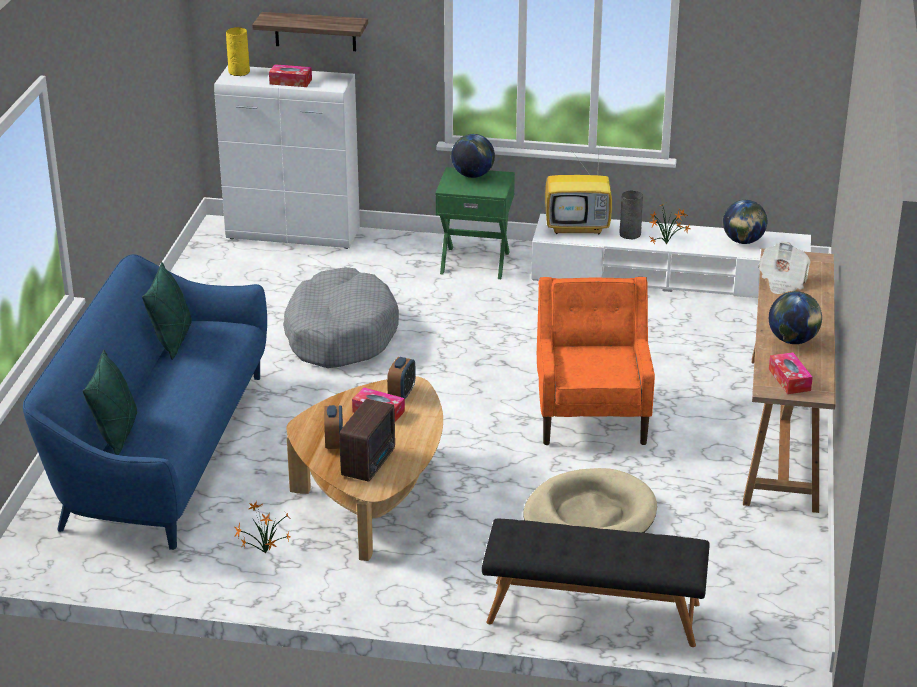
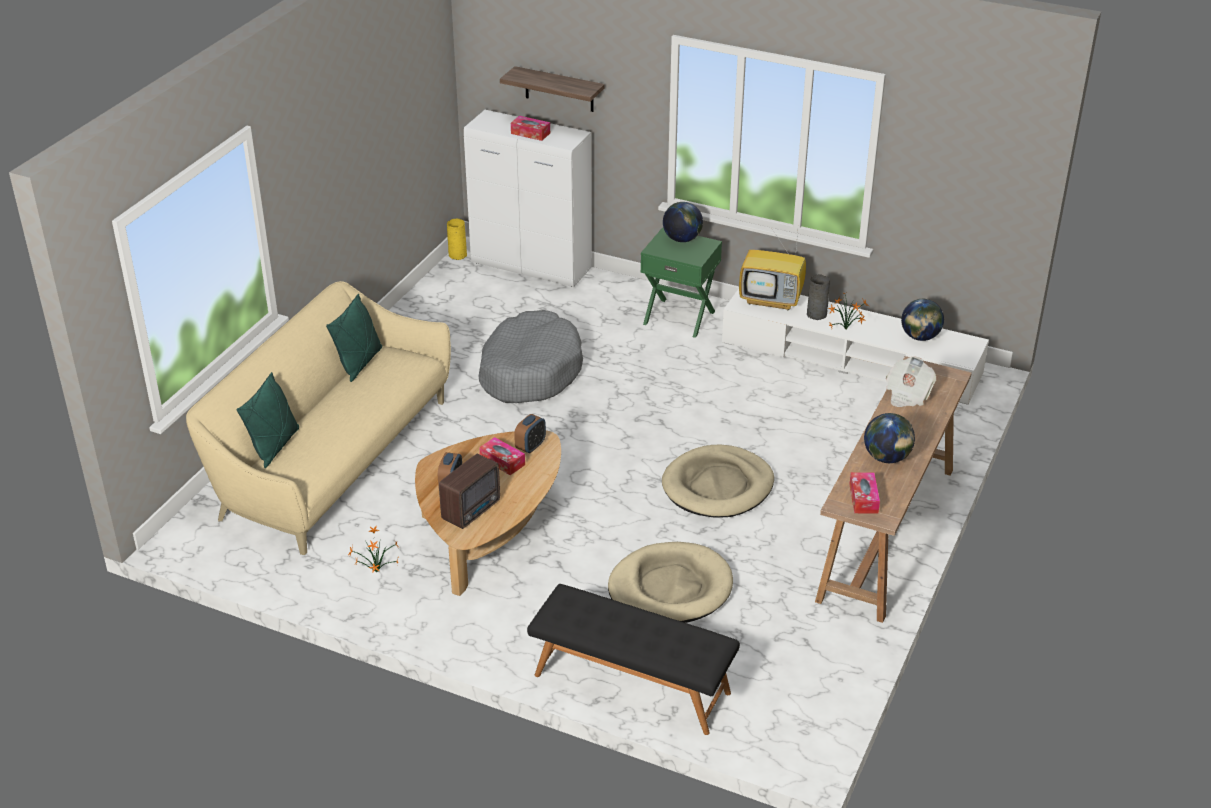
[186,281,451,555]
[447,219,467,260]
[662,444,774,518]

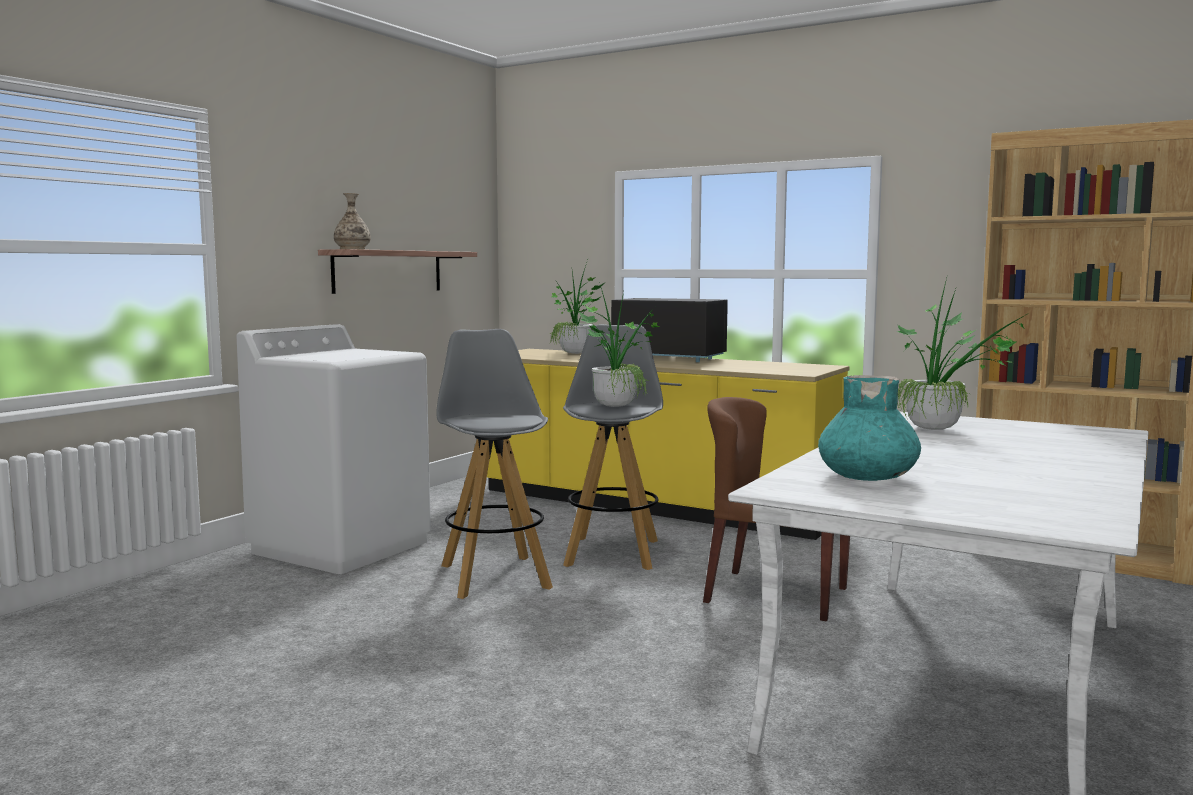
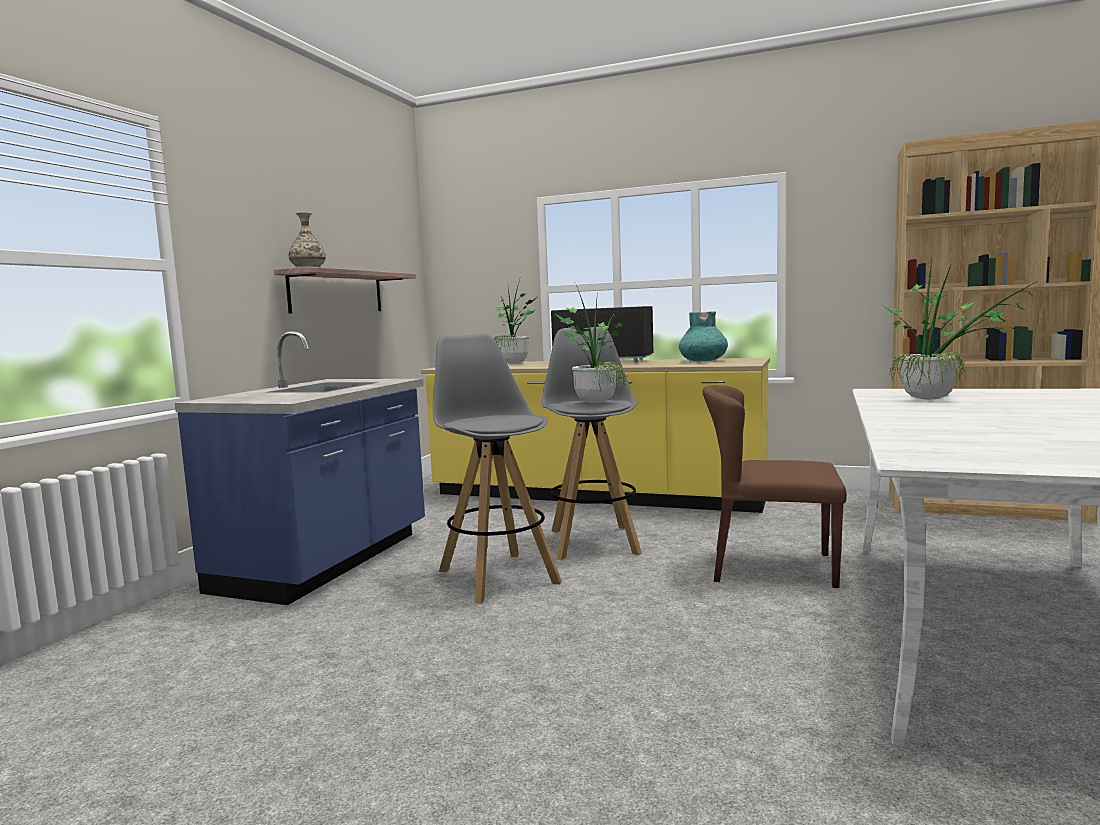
[175,331,425,605]
[679,311,728,362]

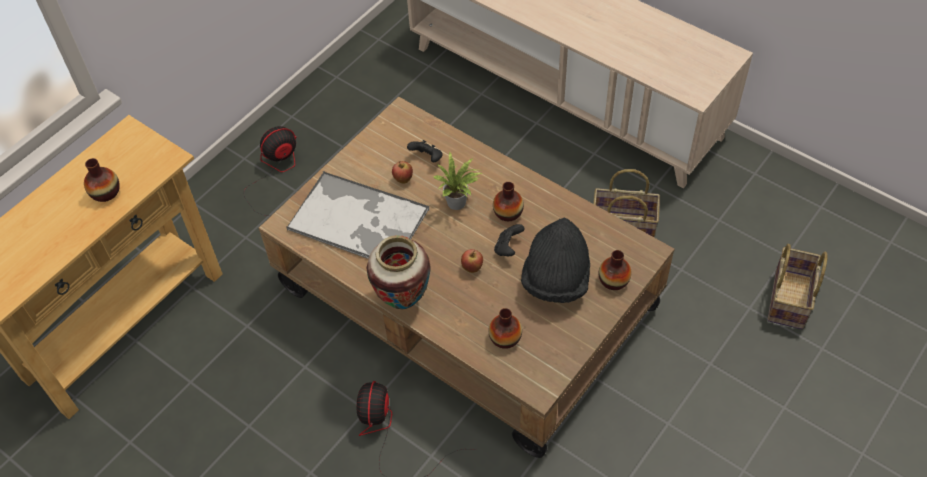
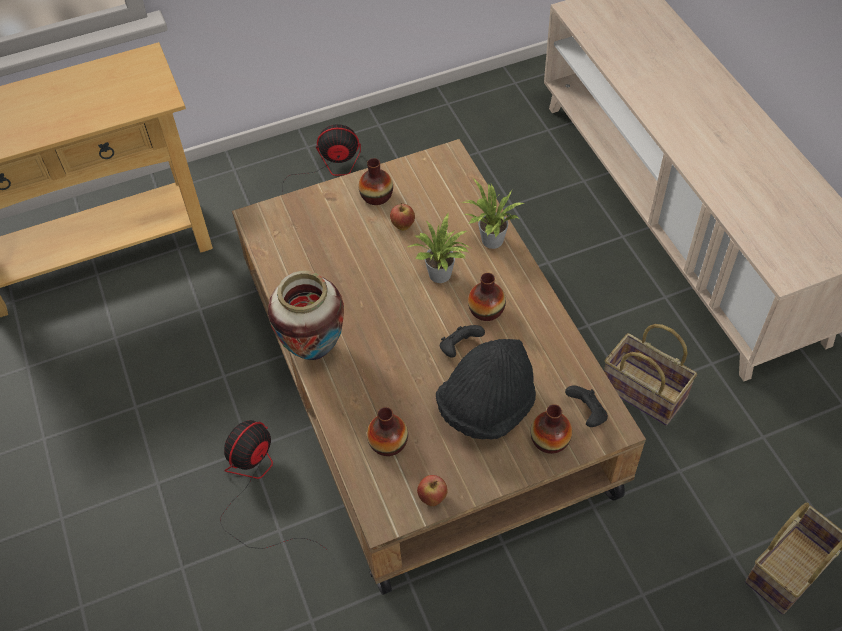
[359,158,393,205]
[417,475,448,506]
[461,179,524,249]
[565,386,608,427]
[286,171,429,259] (first image)

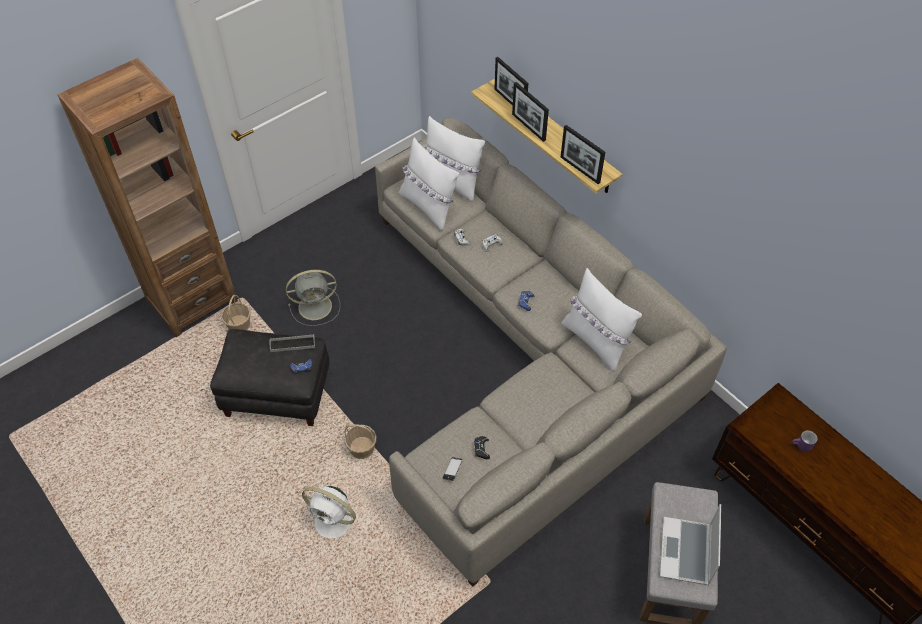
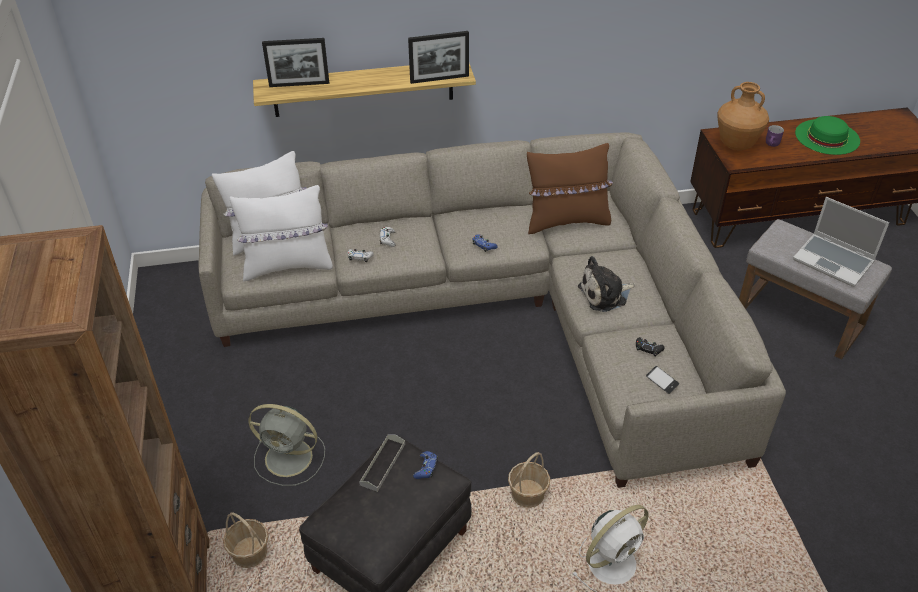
[248,404,325,486]
[527,143,613,234]
[578,256,635,312]
[717,82,769,150]
[795,116,860,155]
[512,82,549,142] (first image)

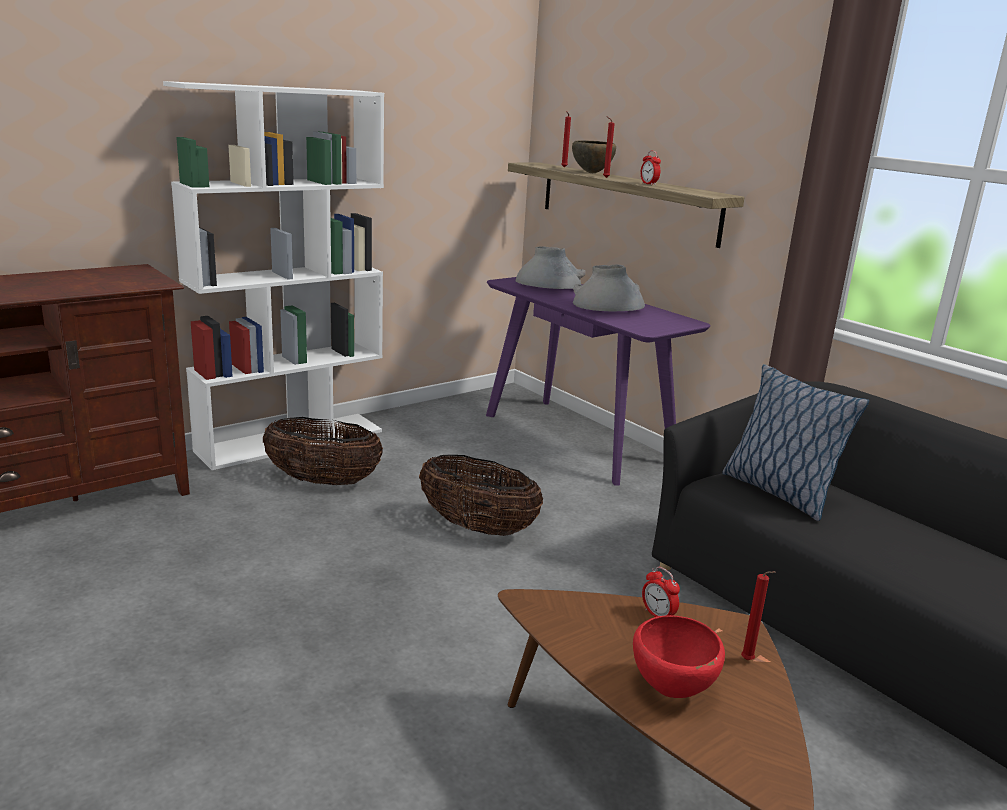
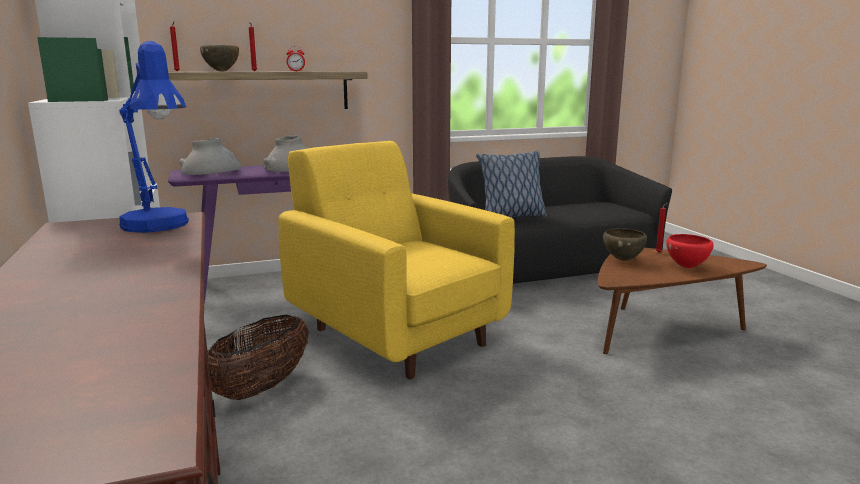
[119,41,189,233]
[279,141,515,379]
[603,228,647,261]

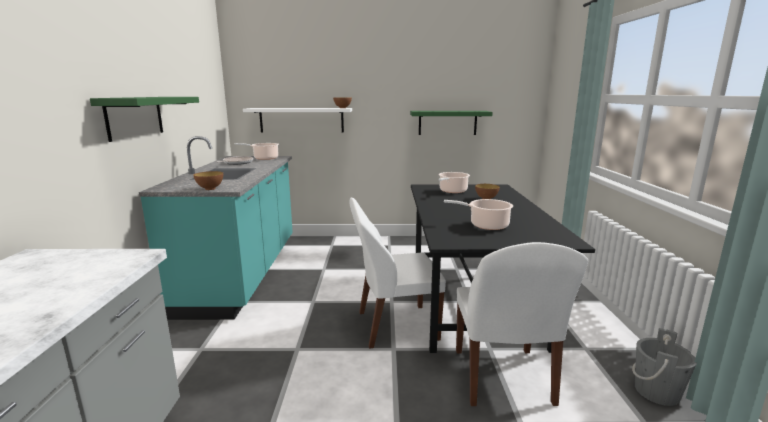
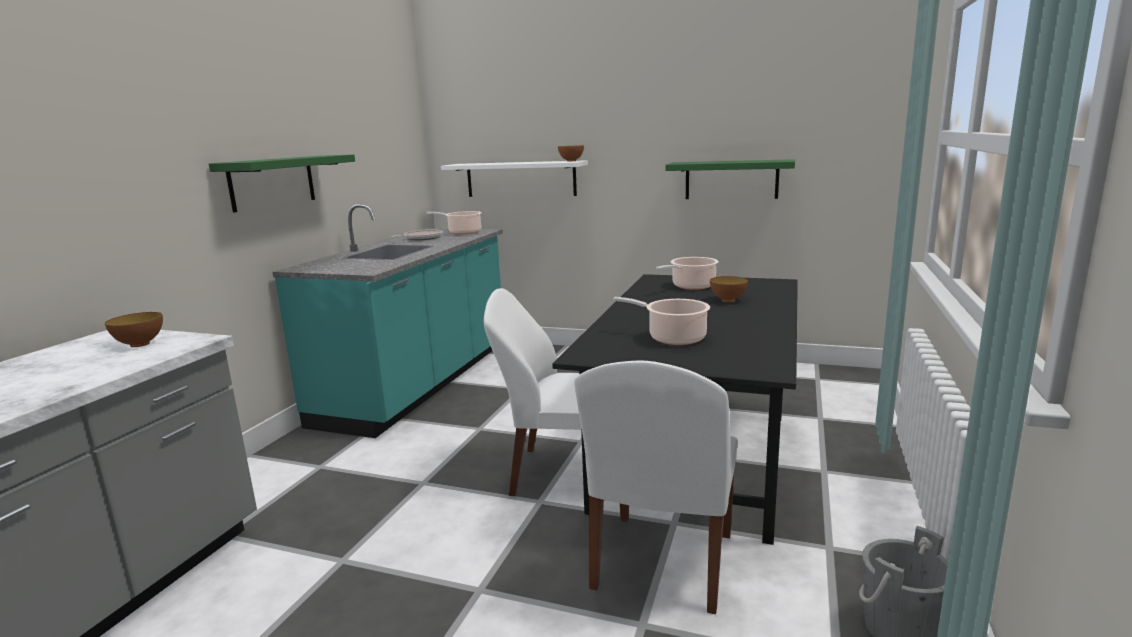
[105,312,163,347]

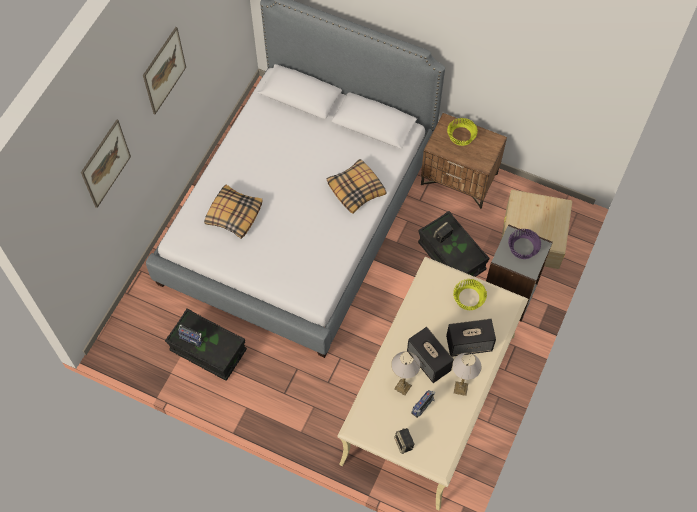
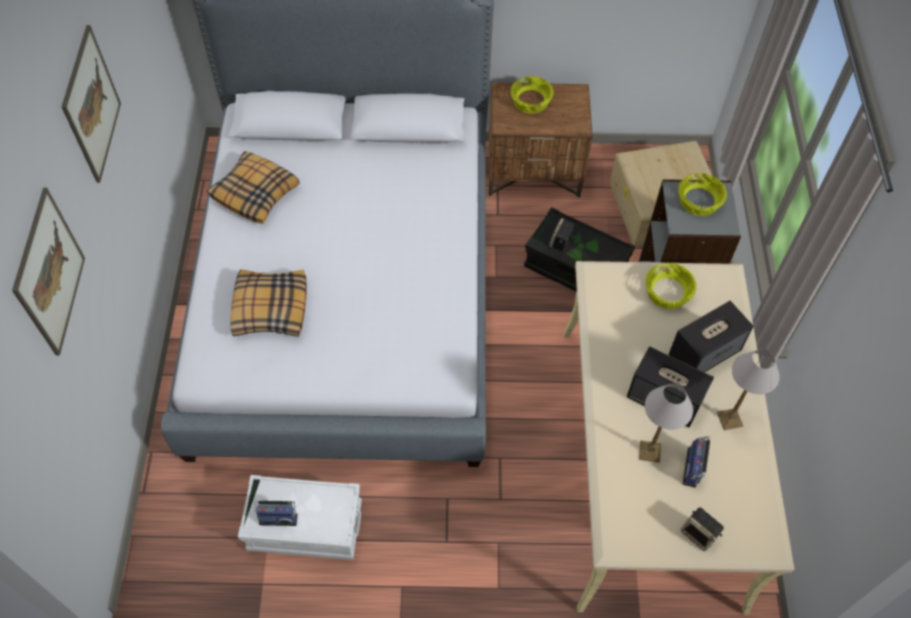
[207,151,300,224]
[238,475,362,560]
[678,173,727,216]

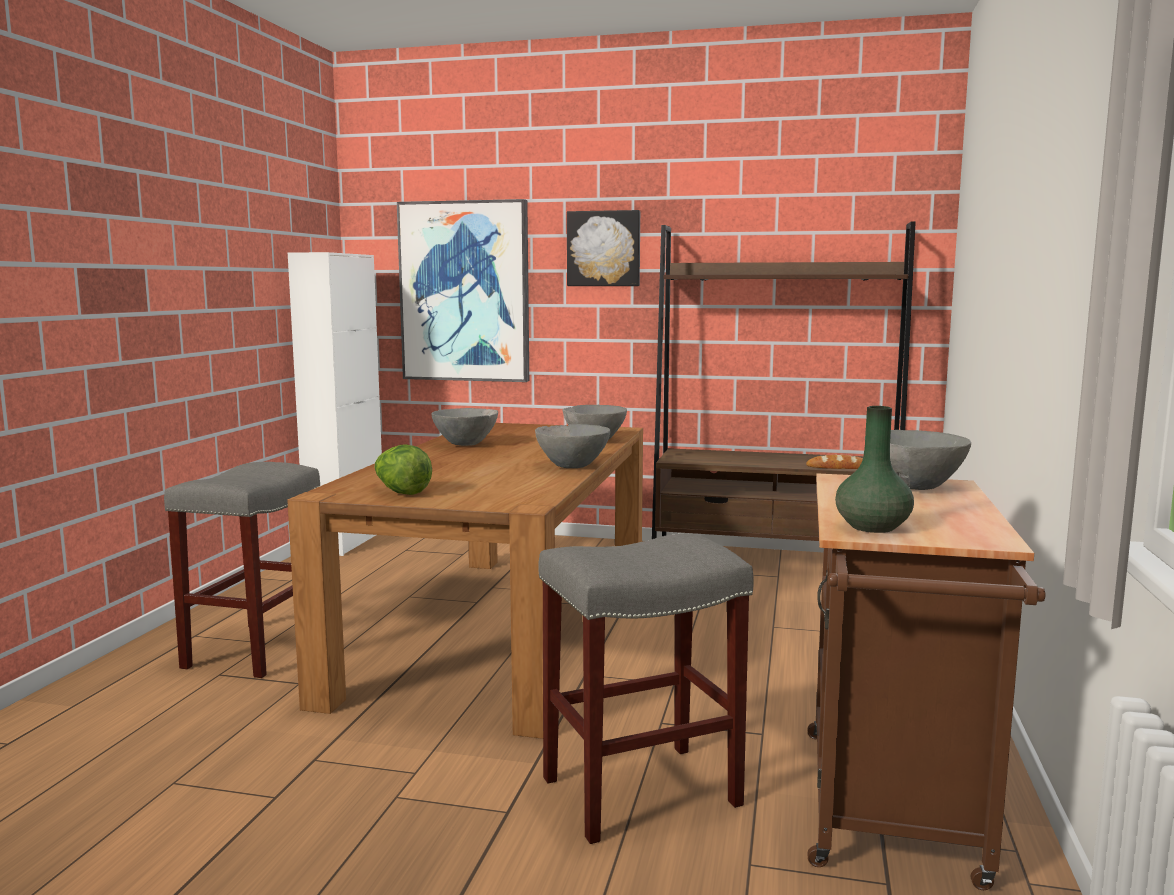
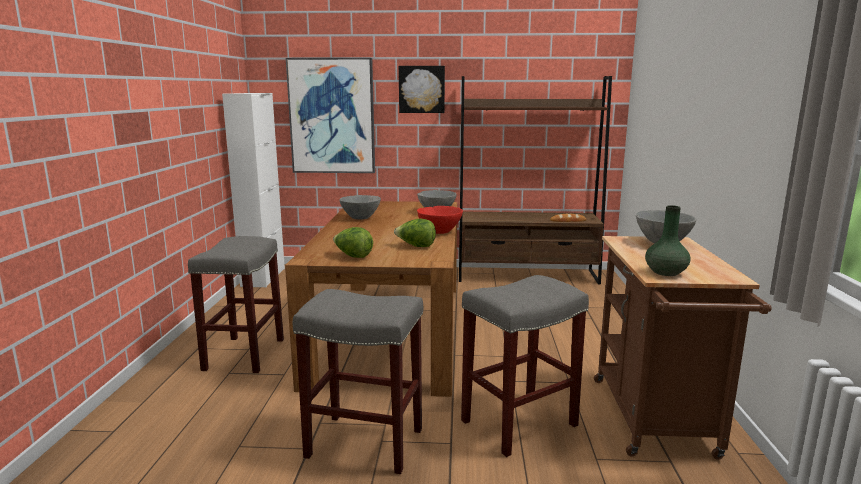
[293,289,423,474]
[394,219,436,247]
[417,206,463,234]

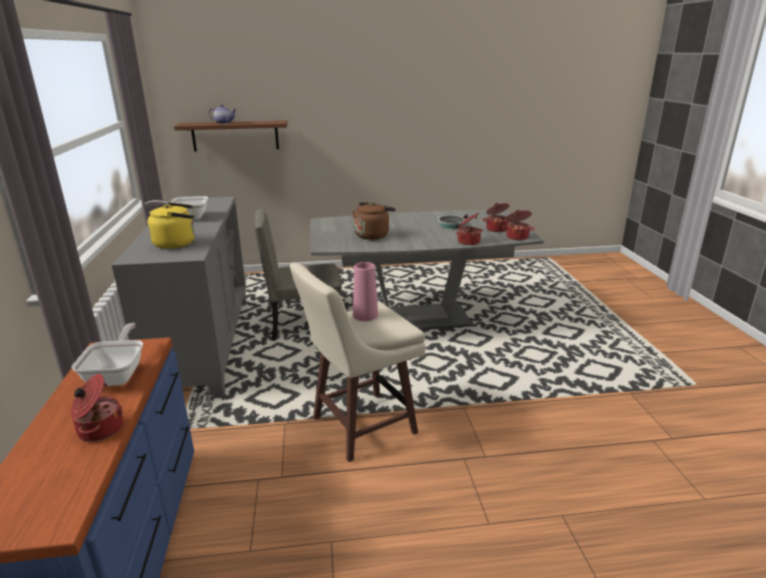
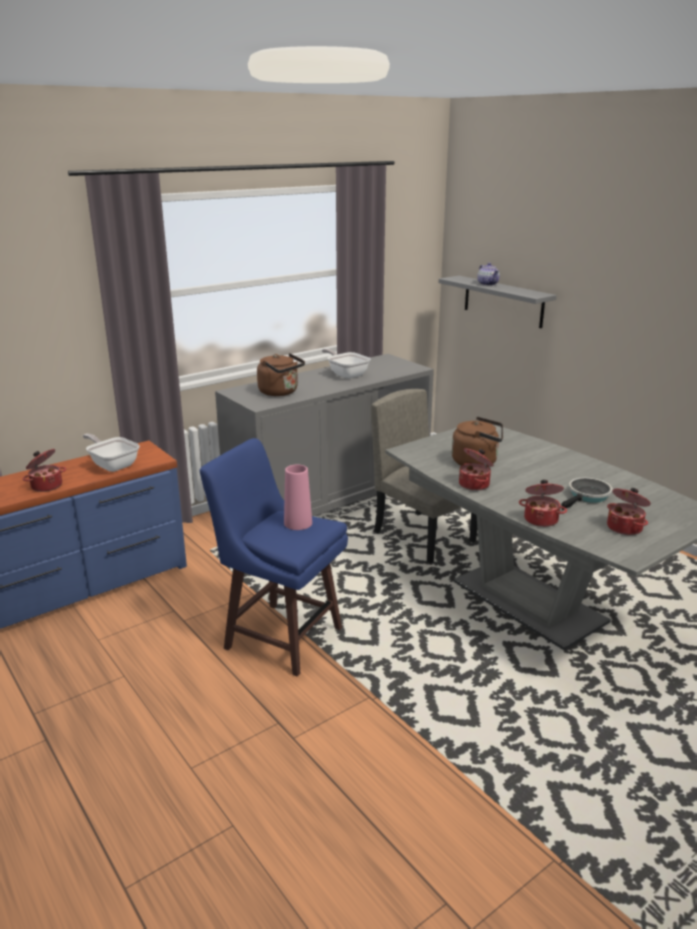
[83,434,140,472]
[200,438,348,677]
[257,353,305,396]
[439,276,557,328]
[459,448,493,491]

